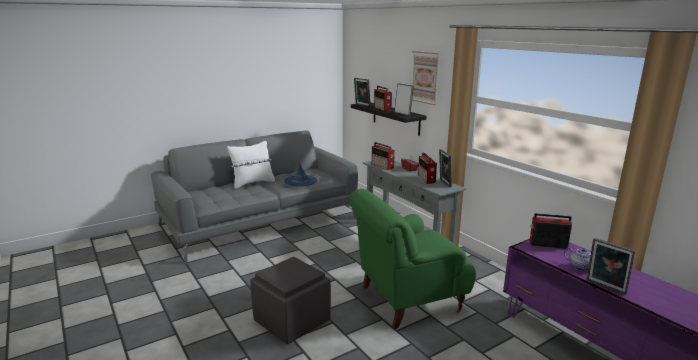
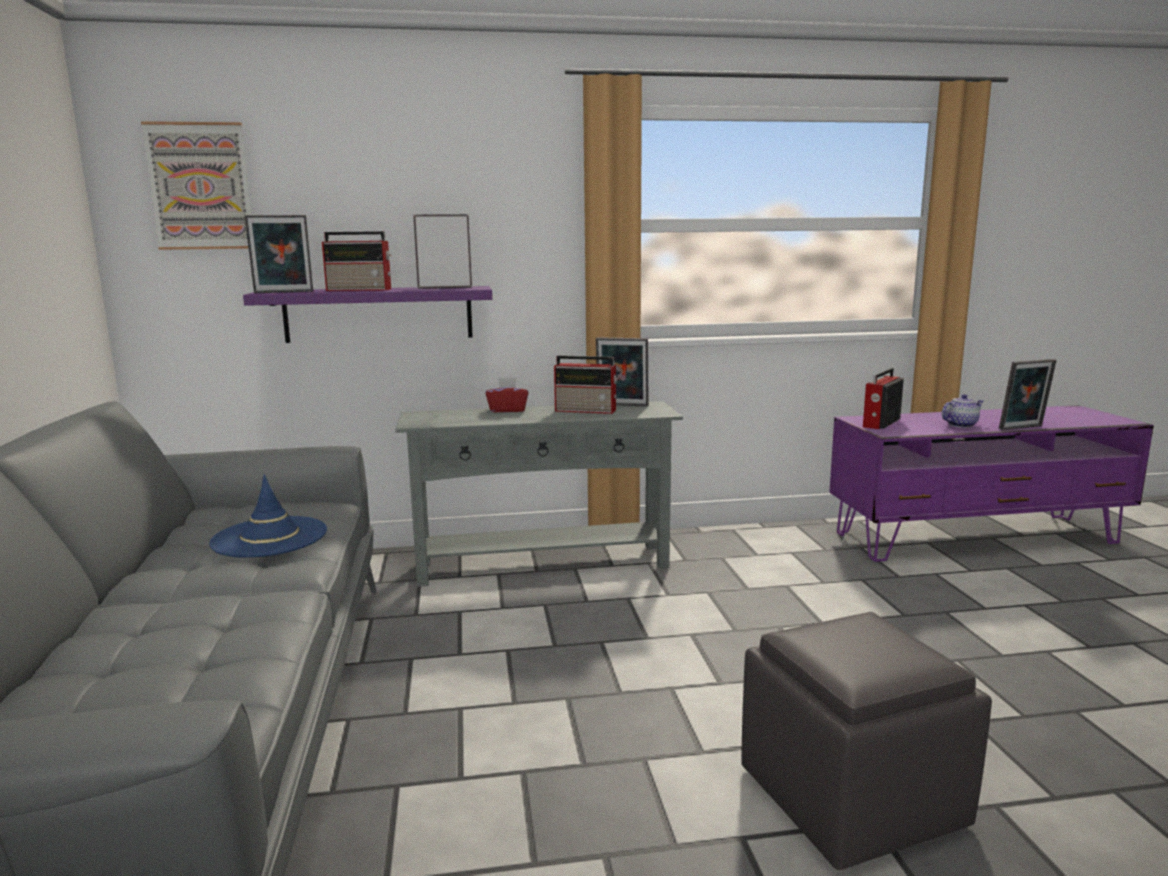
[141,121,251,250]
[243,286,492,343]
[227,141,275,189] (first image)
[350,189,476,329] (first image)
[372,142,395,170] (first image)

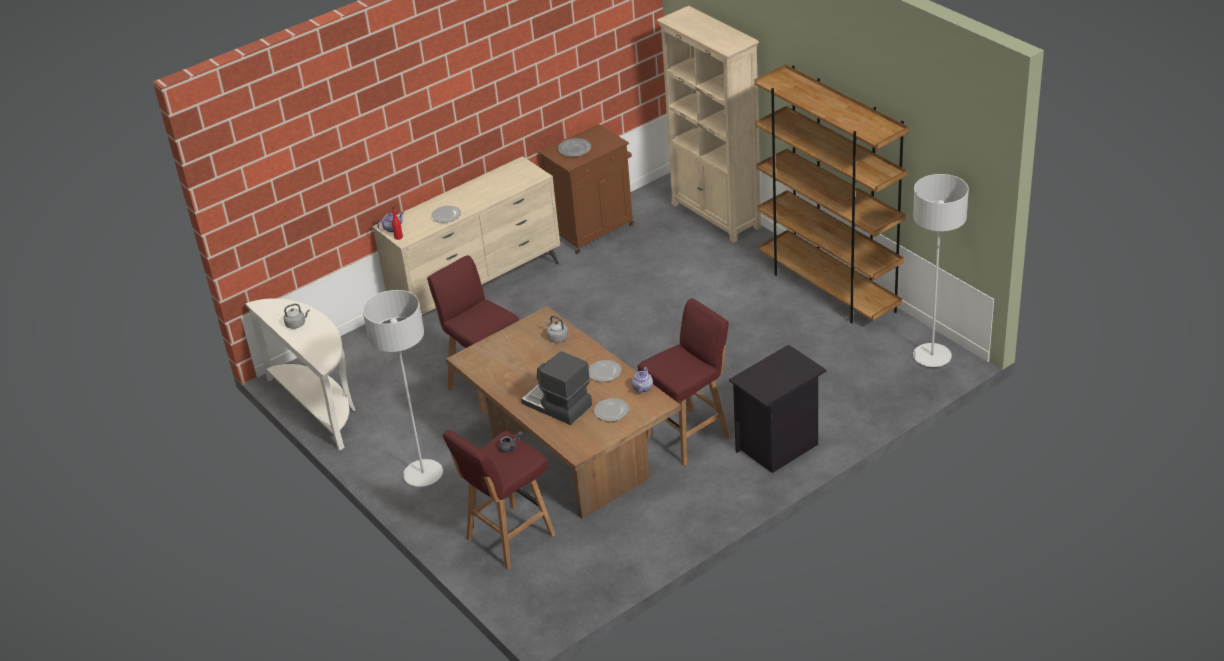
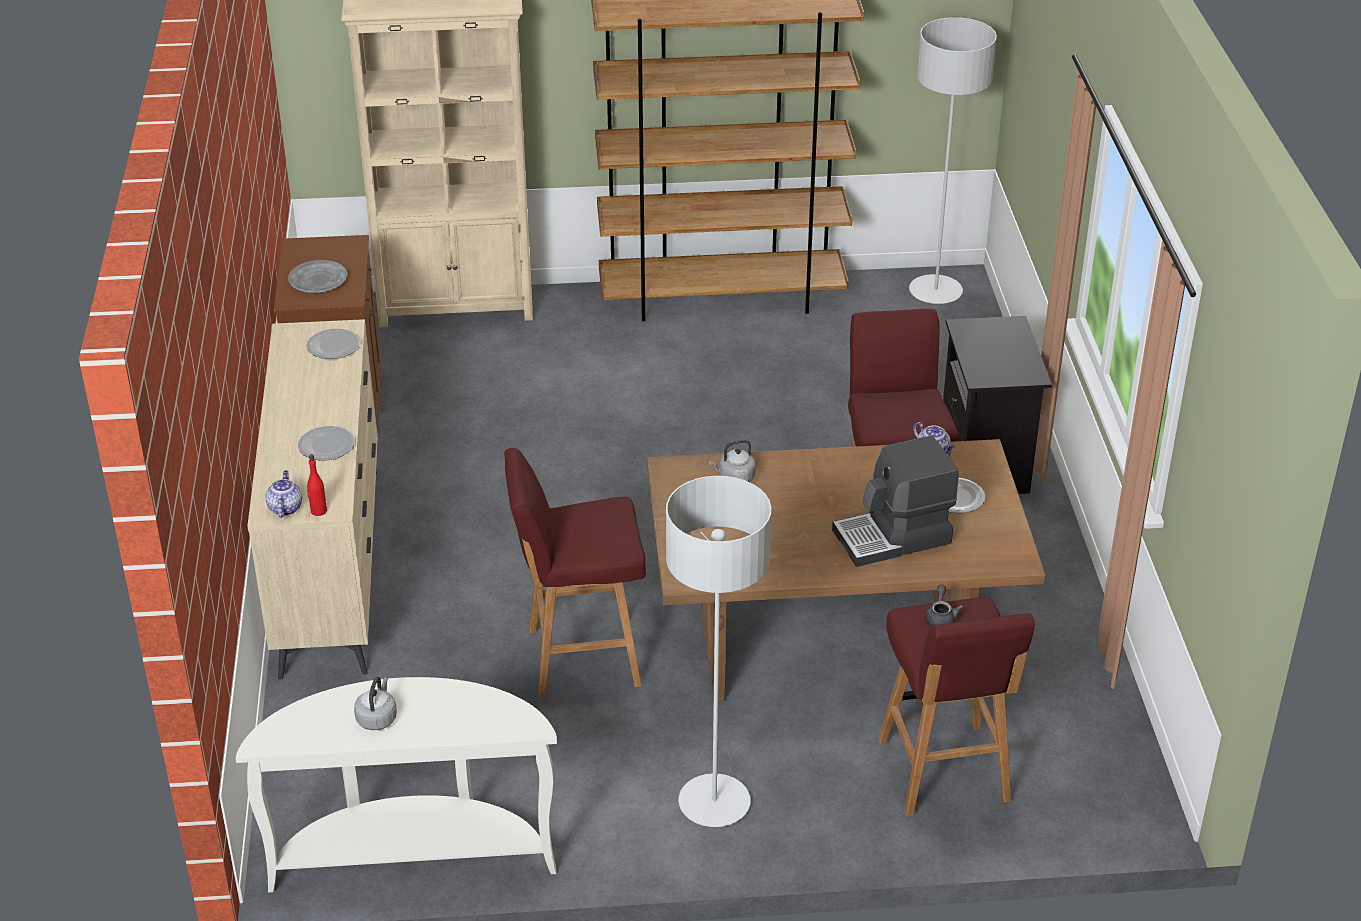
[307,329,360,359]

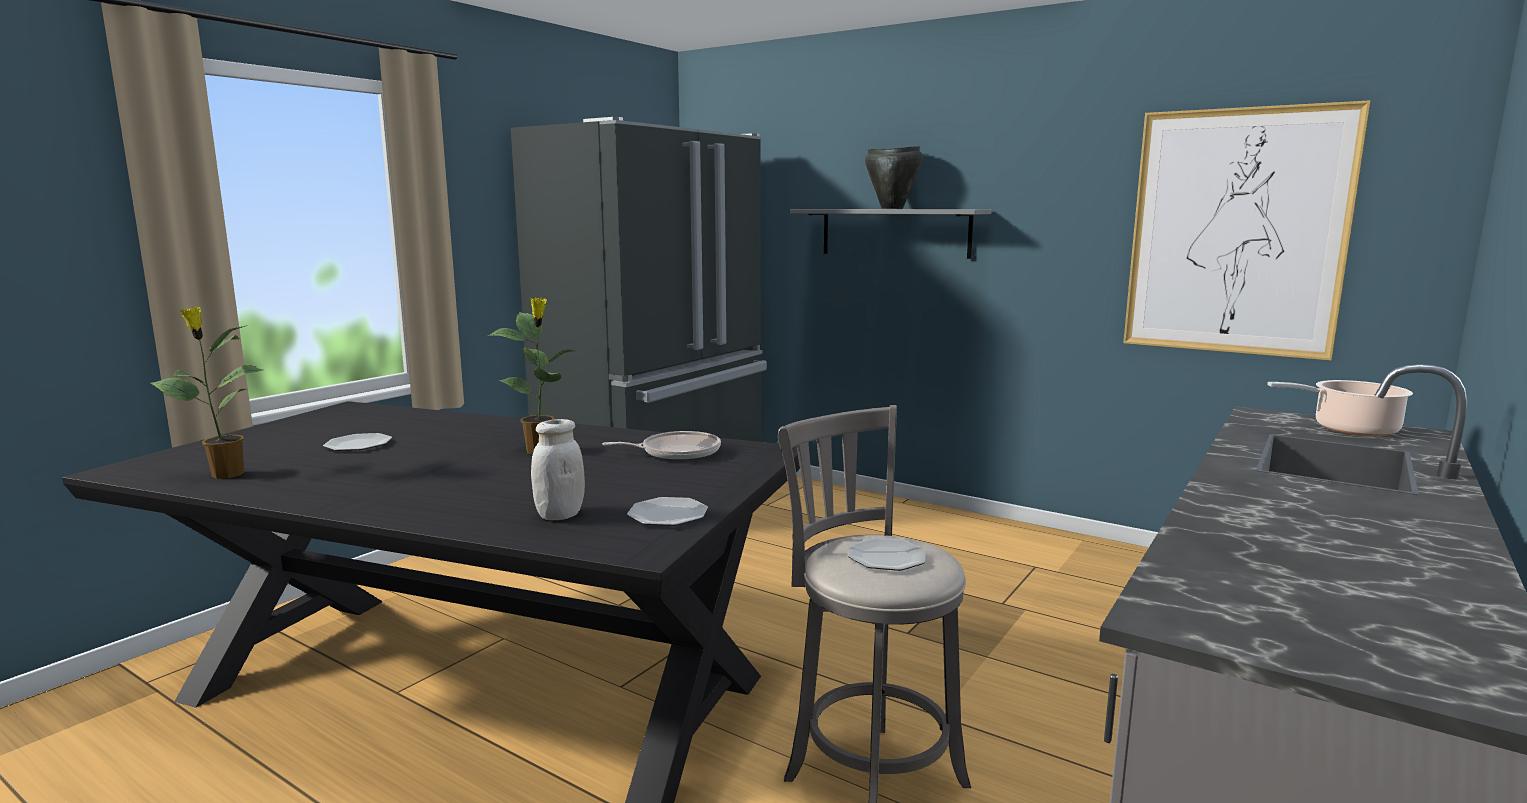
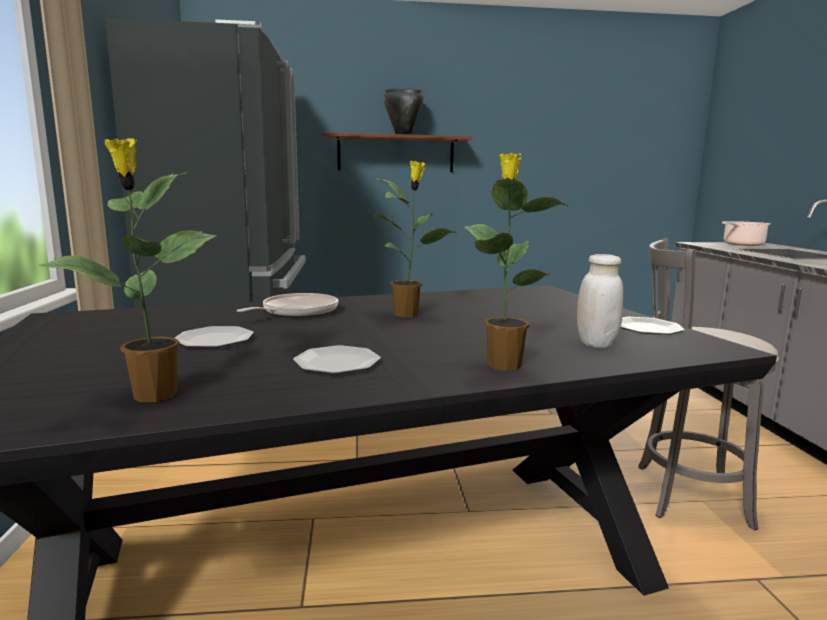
[237,293,338,318]
[293,345,381,374]
[323,132,472,172]
[464,153,570,371]
[1123,100,1371,361] (first image)

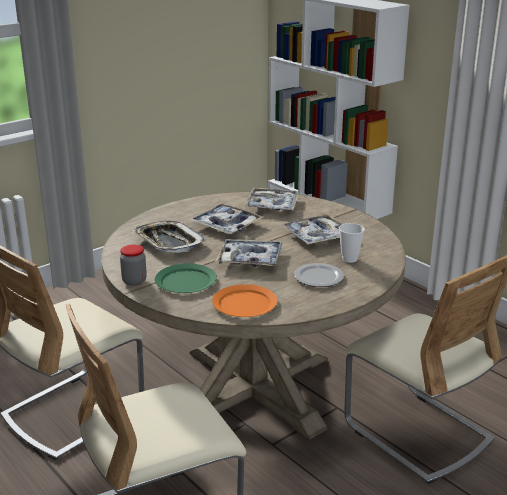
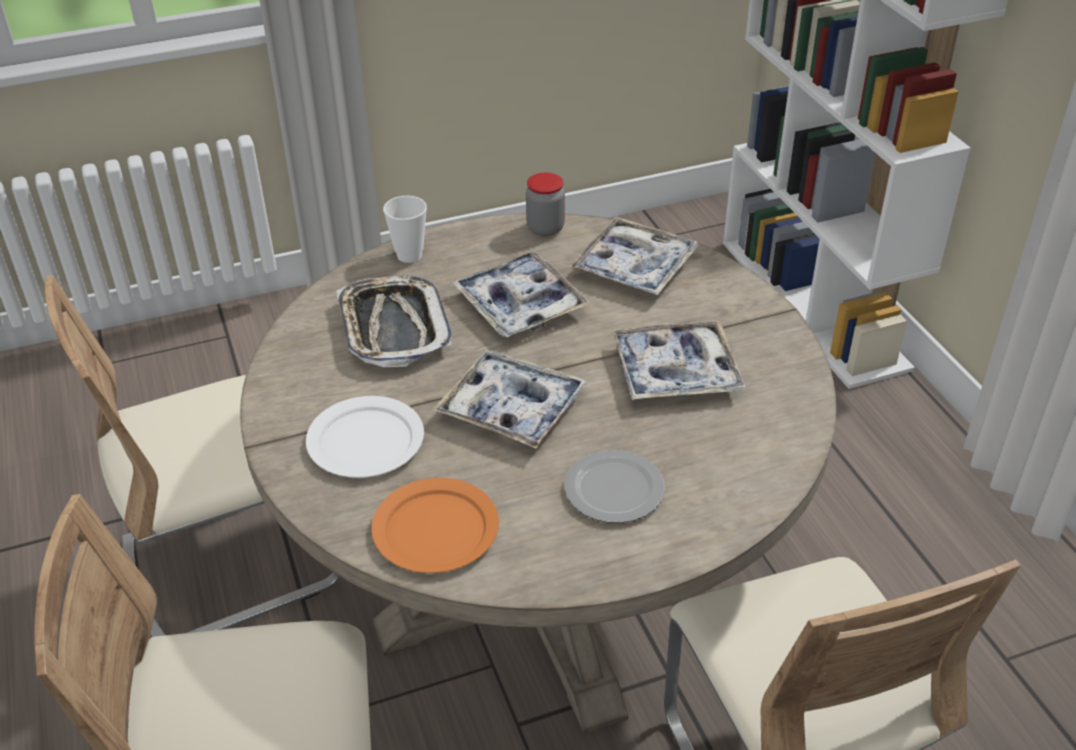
[306,396,424,478]
[383,196,427,263]
[526,172,565,237]

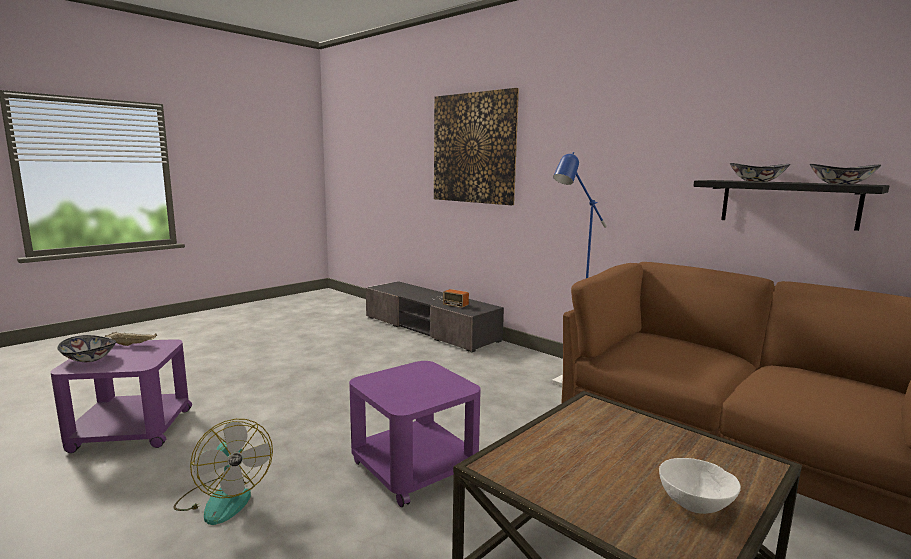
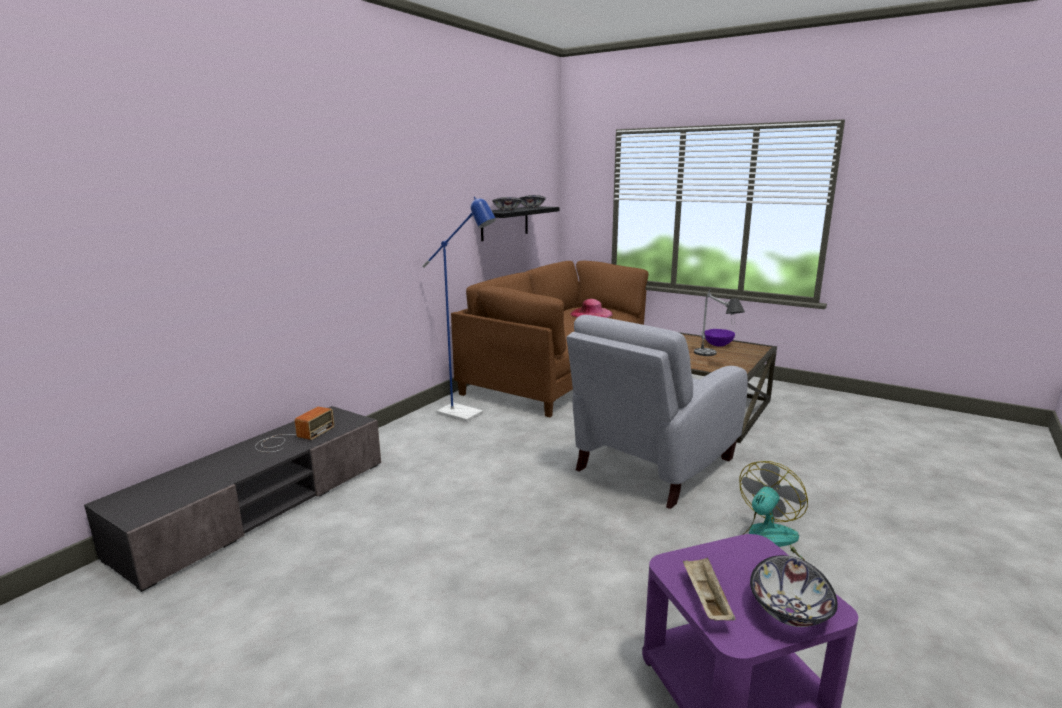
[567,315,748,509]
[570,299,613,318]
[694,289,745,356]
[705,329,735,347]
[434,88,519,205] (first image)

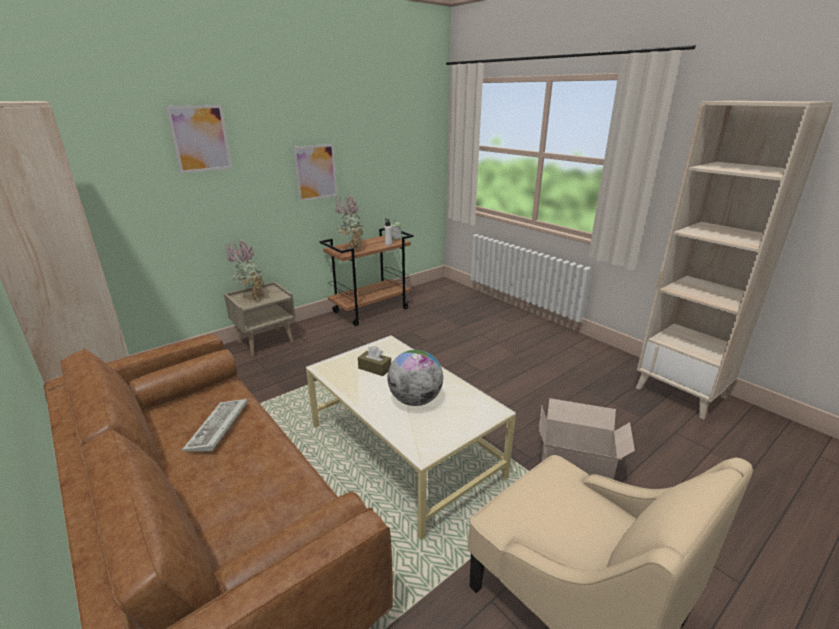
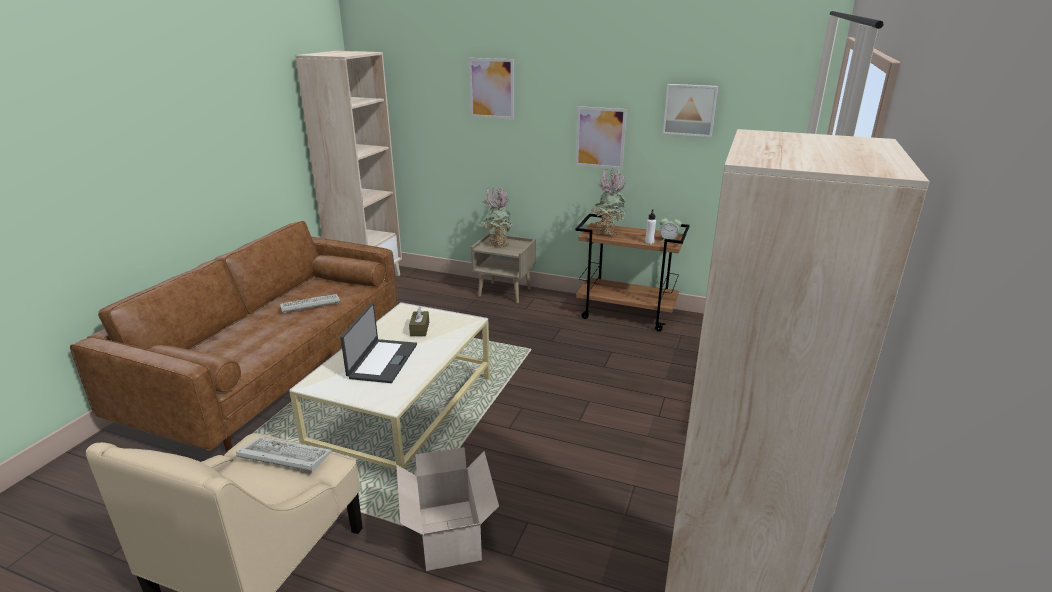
[236,436,332,472]
[341,303,417,383]
[663,84,718,137]

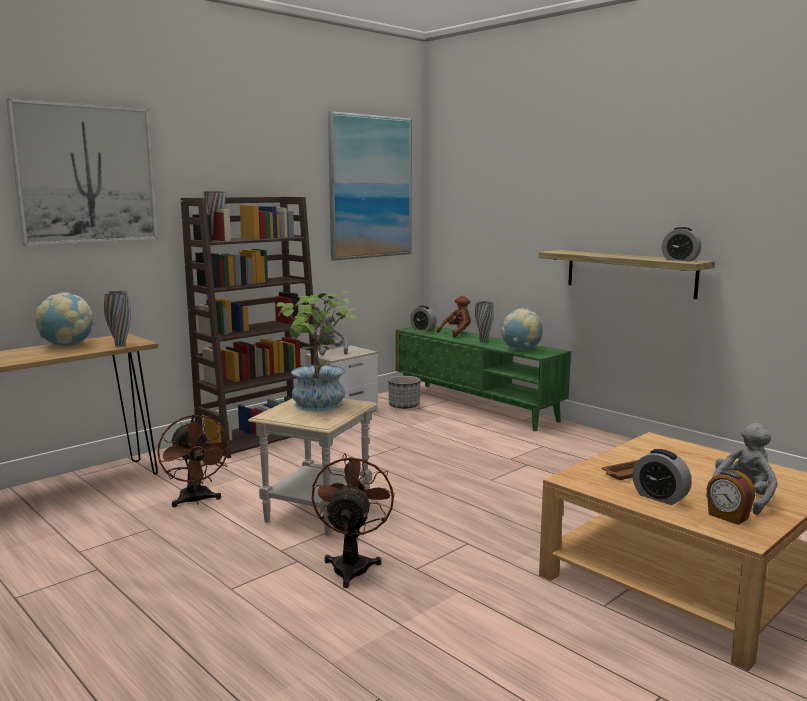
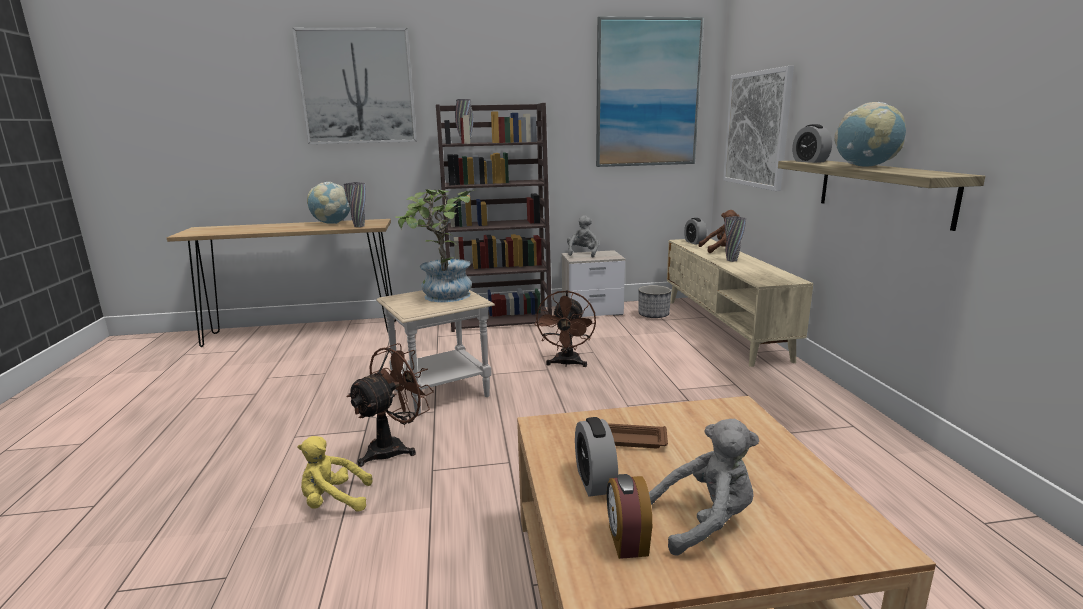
[298,436,373,511]
[535,290,596,367]
[667,239,814,367]
[723,66,794,191]
[792,124,832,163]
[834,102,906,167]

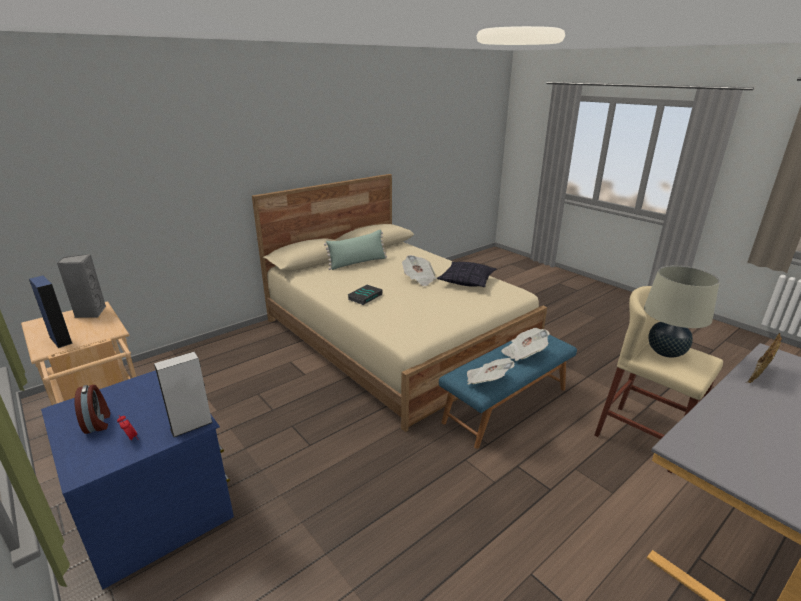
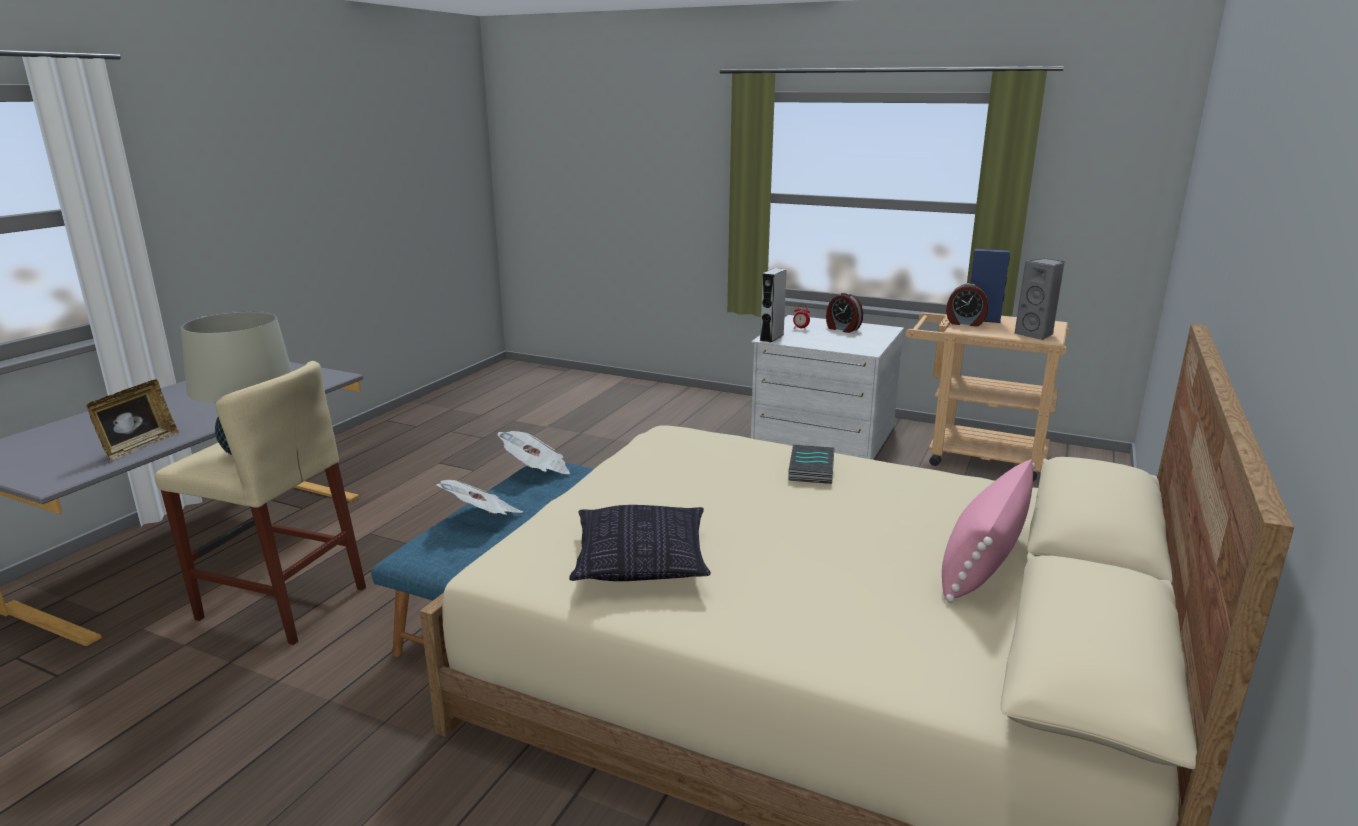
[751,315,904,460]
[942,459,1035,603]
[946,283,989,327]
[402,255,437,286] (first image)

